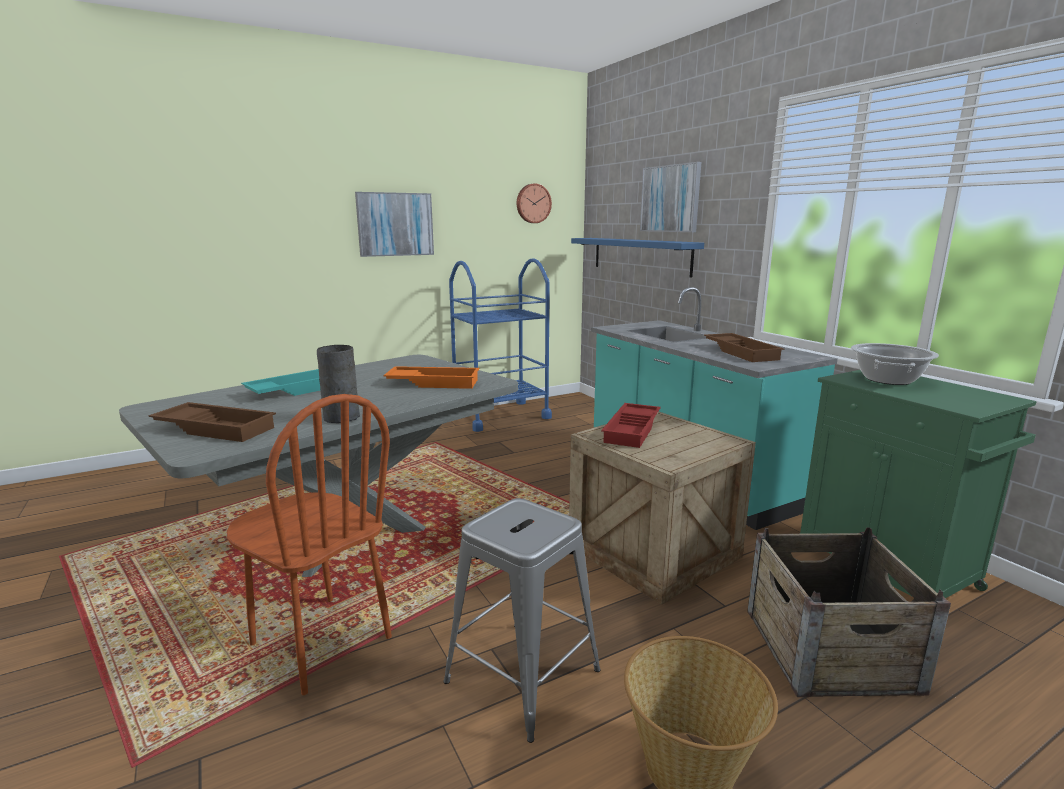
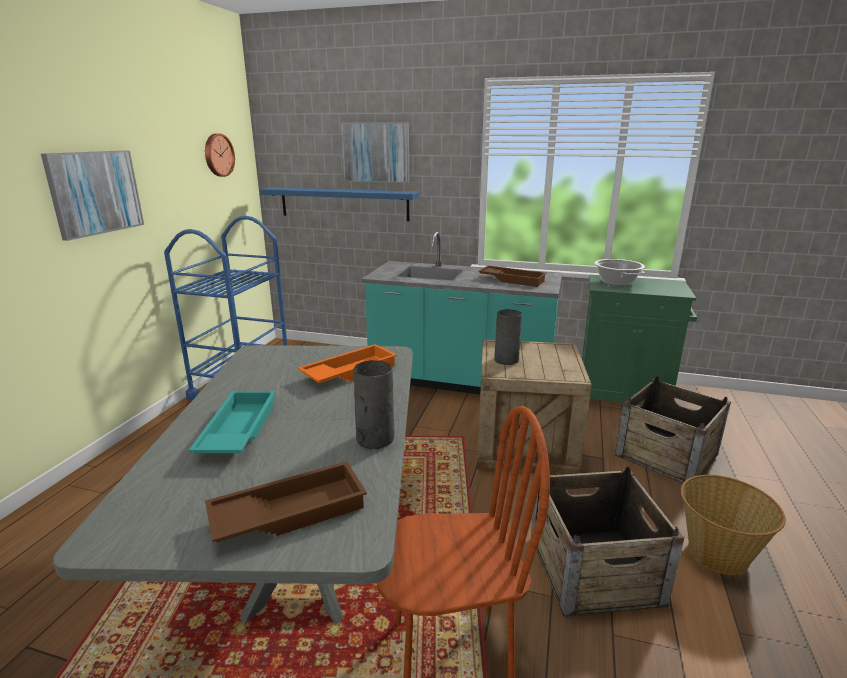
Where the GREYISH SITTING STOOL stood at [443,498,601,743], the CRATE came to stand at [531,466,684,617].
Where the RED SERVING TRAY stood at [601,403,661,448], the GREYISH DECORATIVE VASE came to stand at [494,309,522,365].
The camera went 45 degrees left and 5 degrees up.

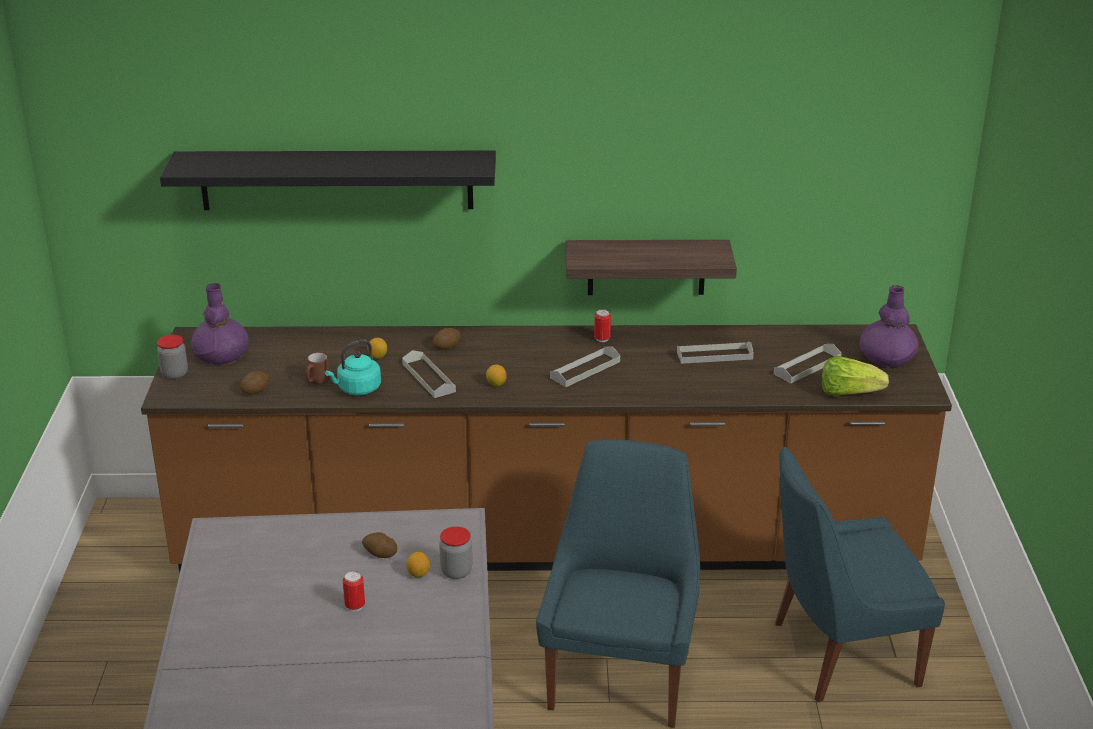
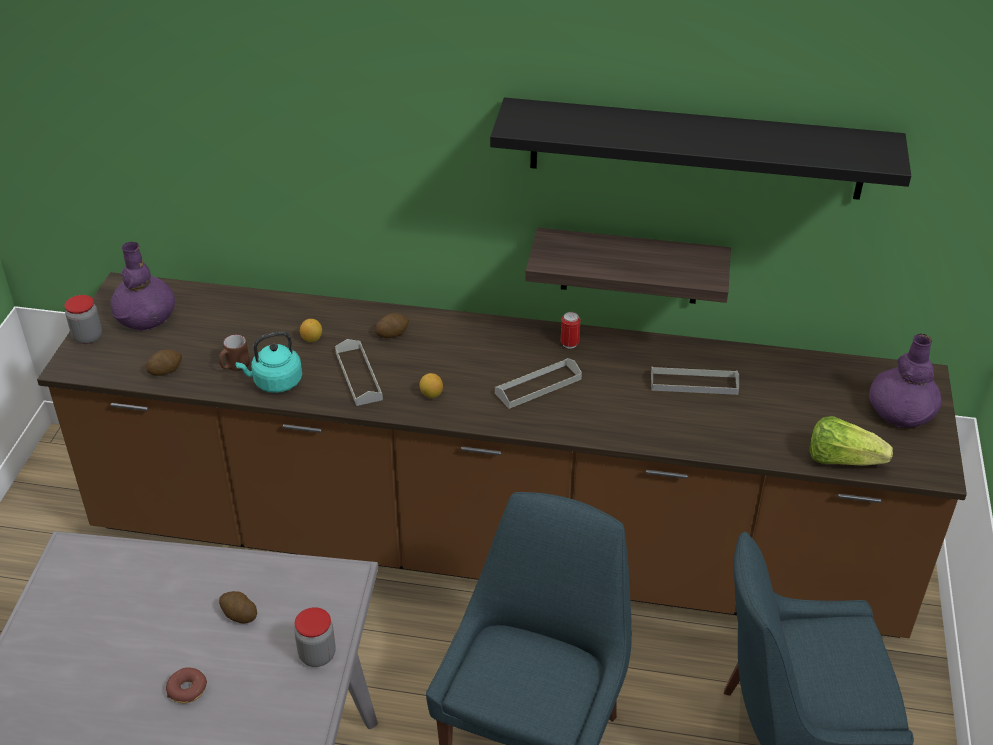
The second view lost the WHOLE LEMON at [406,552,430,578].
The second view lost the GREYISH SERVING TRAY at [774,344,842,383].
The BLACK-COLOURED BRACKET SHELF ended up elsewhere, having gone from [160,151,496,210] to [490,97,911,200].
Where the METAL CAN stood at [343,571,365,612], the DOUGHNUT came to stand at [166,667,207,704].
The camera went 10 degrees right and 10 degrees up.

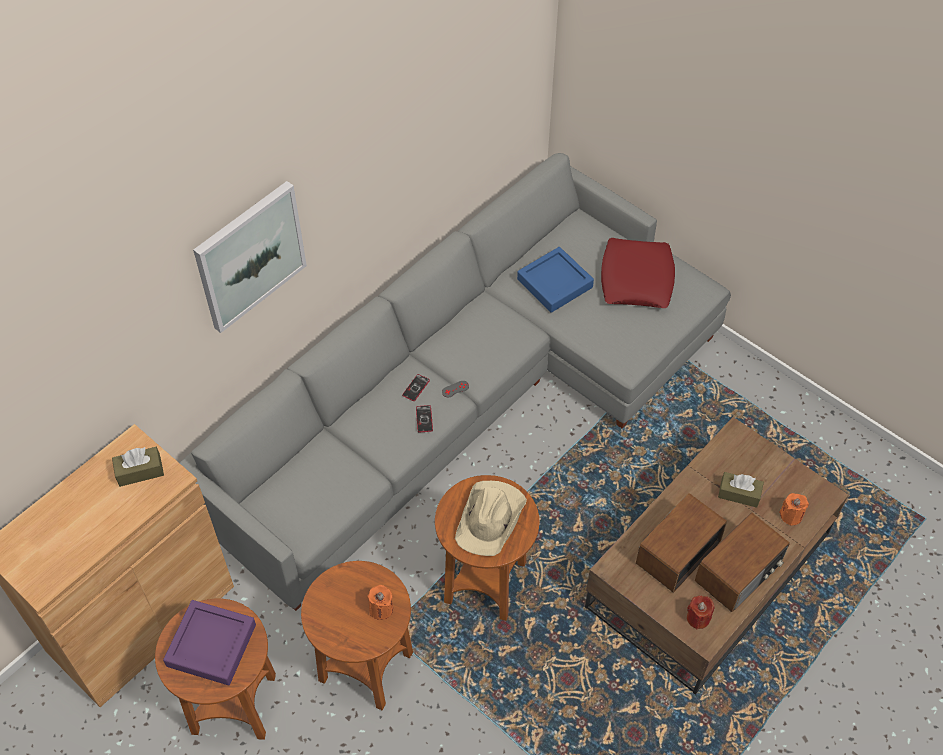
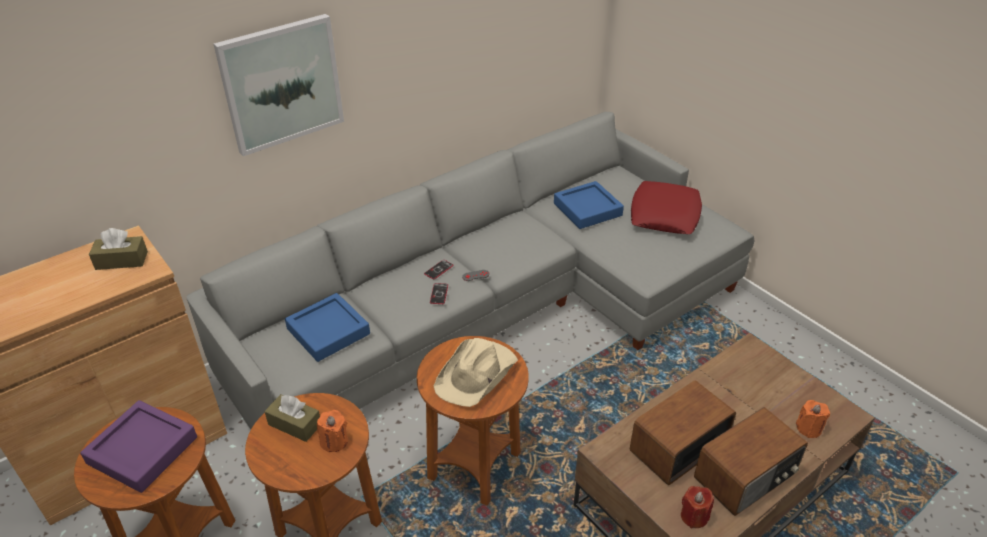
The second view gained the BLUE-COLOURED SERVING TRAY at [285,293,370,362].
The BROWNISH BOX OF TISSUES ended up elsewhere, having gone from [718,472,764,508] to [264,394,320,442].
The camera went 10 degrees right and 15 degrees down.

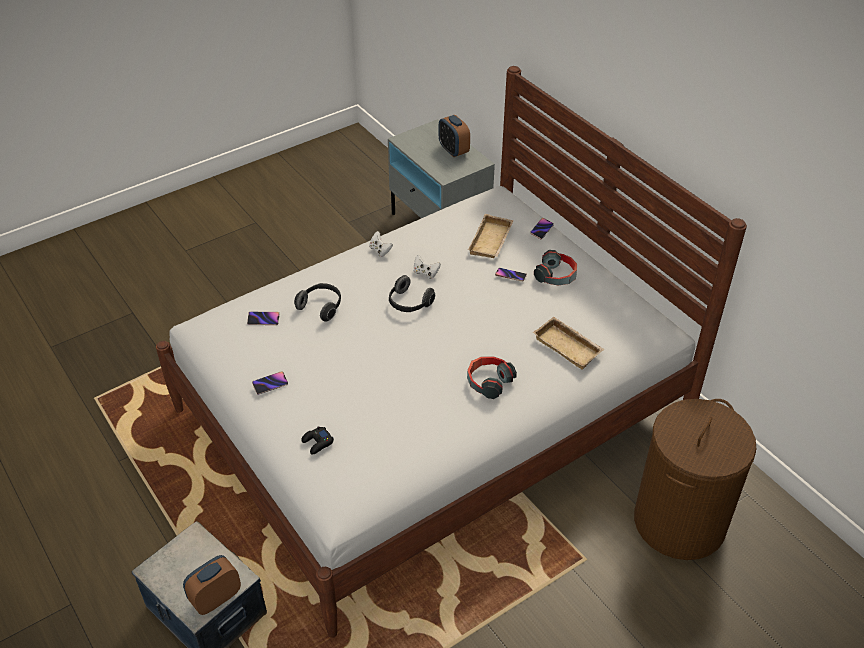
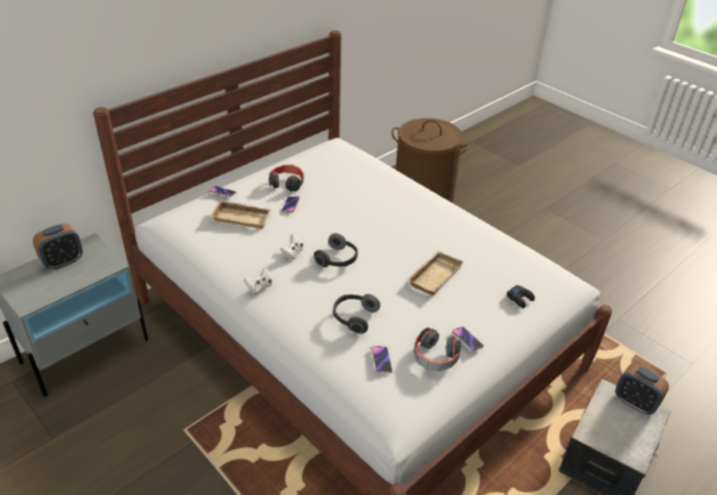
The HEADPHONES ended up elsewhere, having gone from [467,356,517,399] to [414,327,461,371].
The SAND-COLOURED SERVING TRAY ended up elsewhere, having gone from [533,317,604,370] to [407,251,464,296].
The camera went 100 degrees left and 5 degrees down.

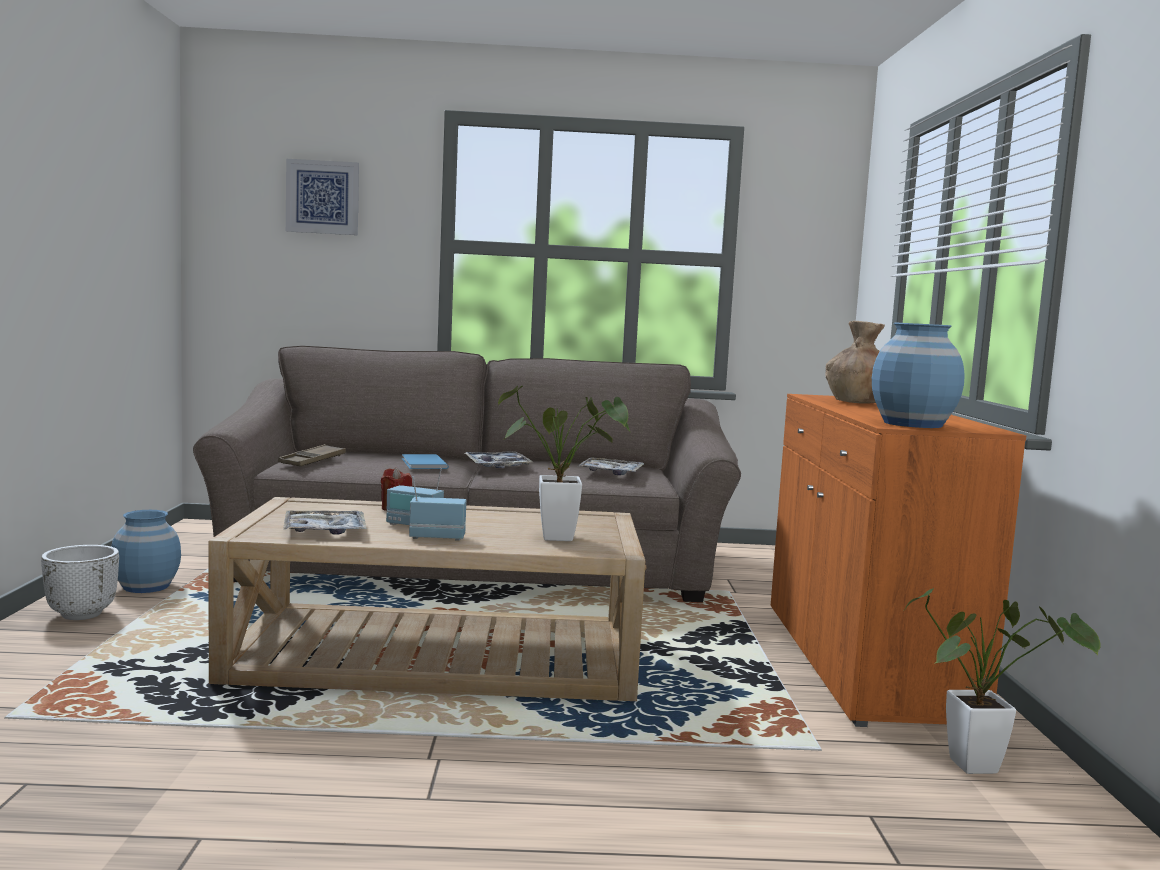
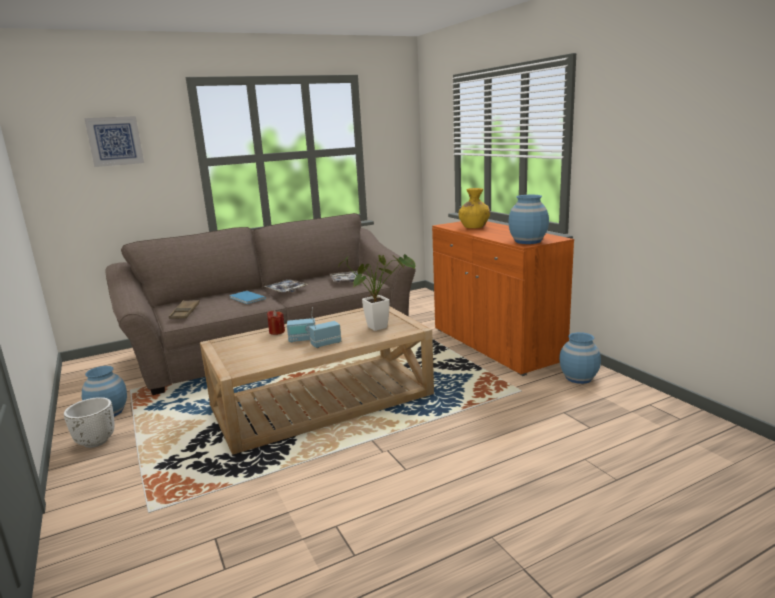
The second view lost the SERVING TRAY at [283,510,366,535].
Where the PLANT IN A POT stood at [905,588,1100,774], the BLUE-COLOURED DECORATIVE VASE came to stand at [559,332,601,384].
What was the BROWNISH DECORATIVE VASE at [825,321,885,403] turned into the YELLOW DECORATIVE VASE at [458,188,490,228].
The camera went 25 degrees left and 10 degrees up.

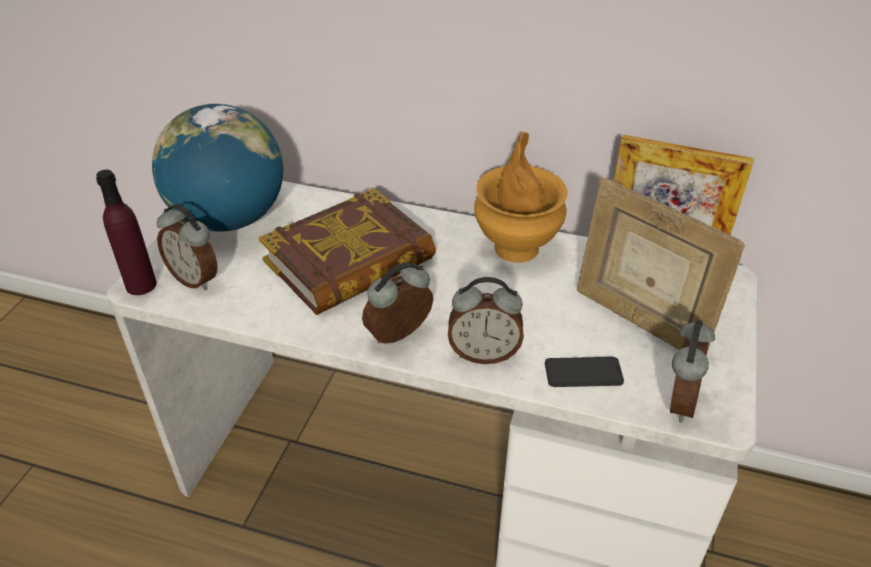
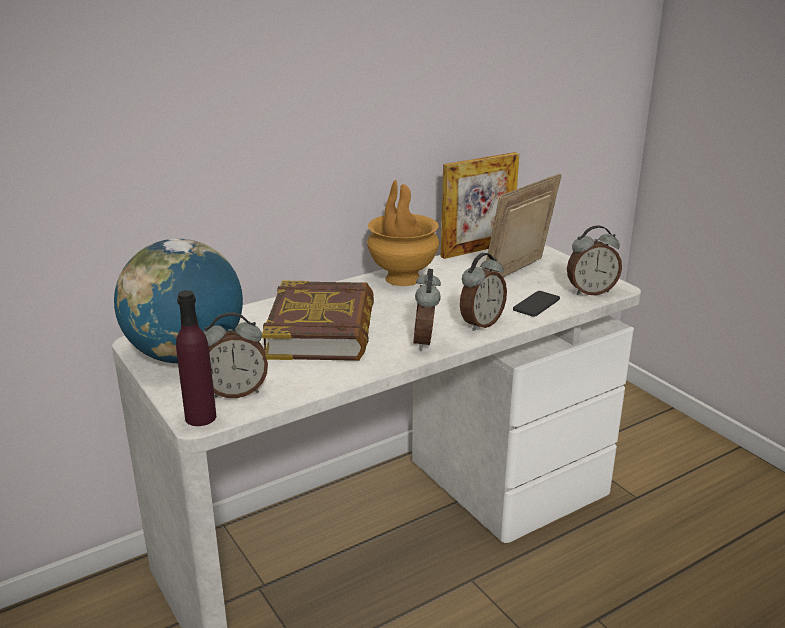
The PHOTO FRAME at [577,177,745,352] ended up facing another way, 135 degrees clockwise from before.
The ALARM CLOCK at [670,319,715,423] ended up facing another way, 105 degrees clockwise from before.
The camera went 50 degrees left and 15 degrees down.

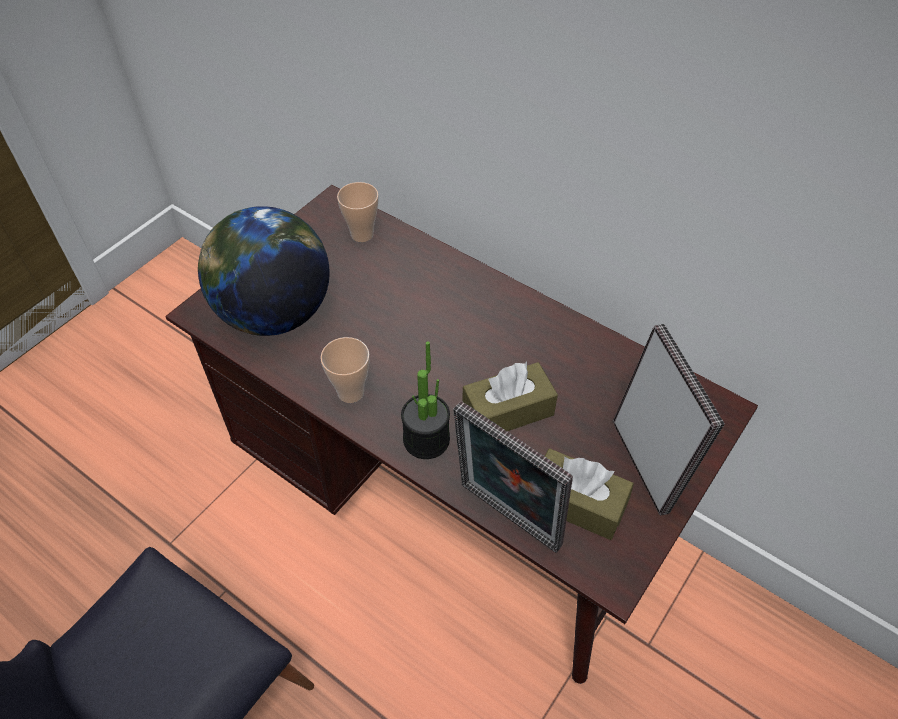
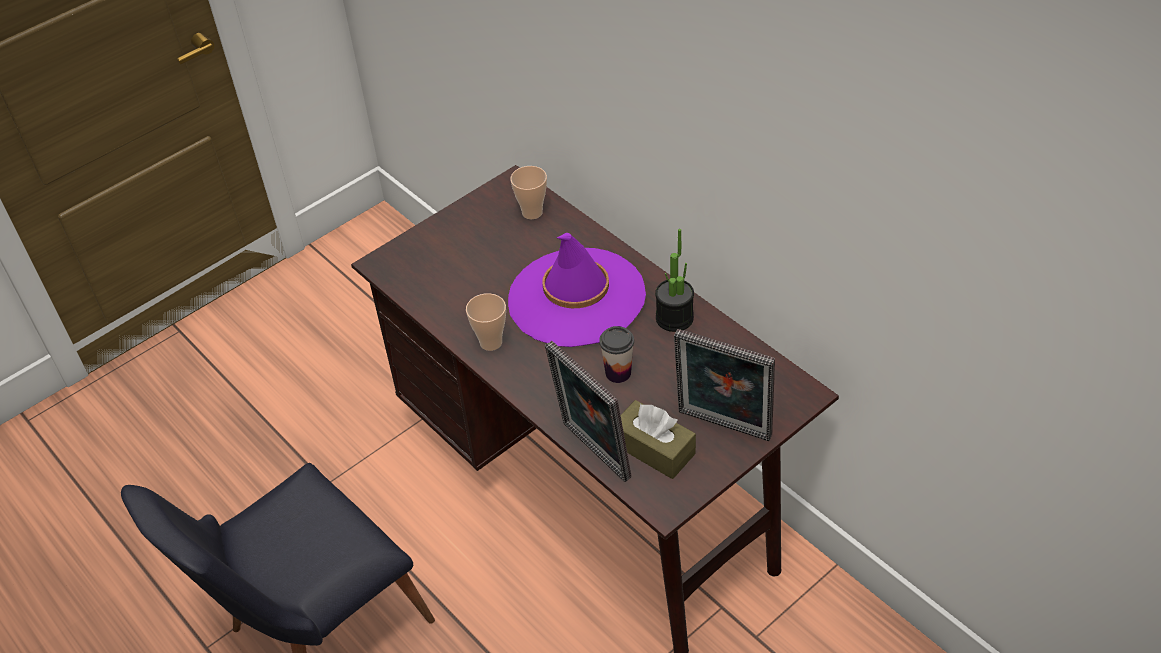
The second view lost the WORLD GLOBE at [198,206,330,336].
The second view gained the PURPLE-COLOURED WEARABLE HAT at [508,233,646,347].
The PLANT IN A POT ended up elsewhere, having gone from [401,341,450,459] to [655,229,694,332].
Where the BROWNISH BOX OF TISSUES stood at [462,362,558,431], the SMALL CUP came to stand at [599,326,634,383].
The PHOTO FRAME at [613,324,724,516] ended up facing another way, 120 degrees clockwise from before.
The camera went 15 degrees right and 5 degrees down.

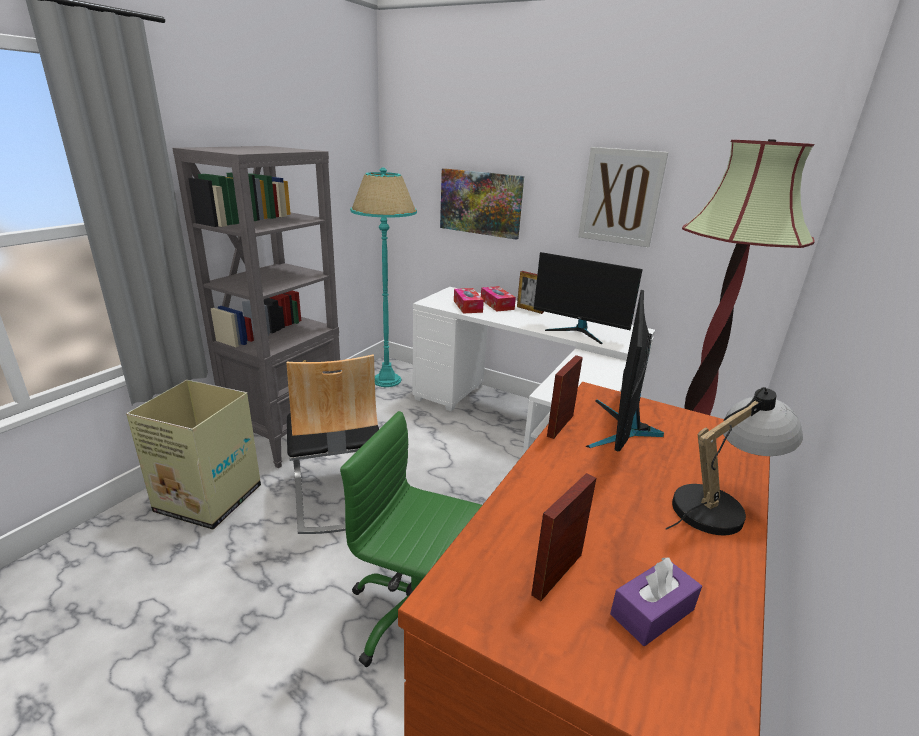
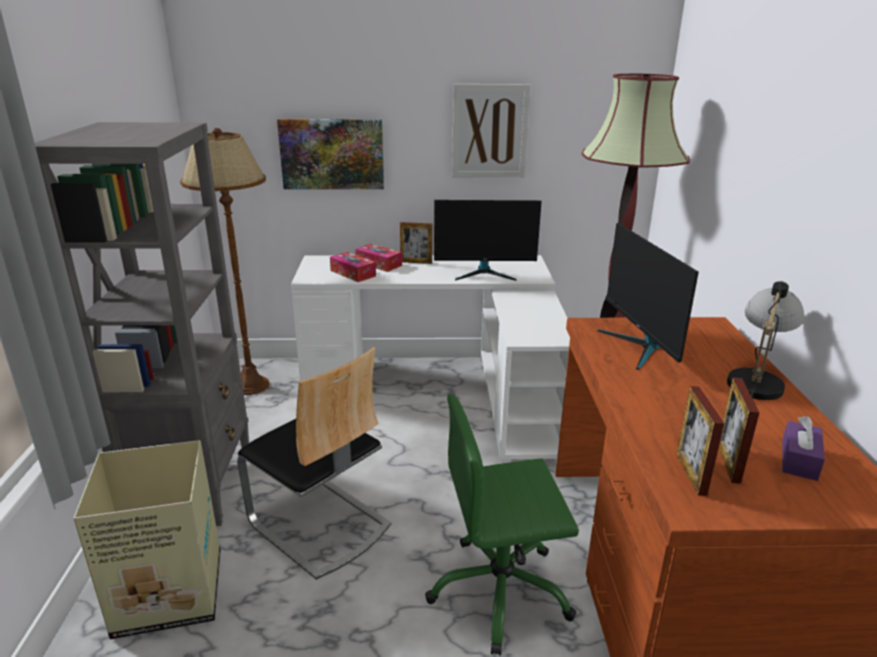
The PHOTO FRAME ended up elsewhere, having gone from [547,355,583,439] to [676,386,724,496].
What was the TURQUOISE-COLOURED STANDARD LAMP at [350,168,417,387] turned into the BROWNISH STANDARD LAMP at [180,128,270,395].
The camera went 30 degrees left and 0 degrees up.

